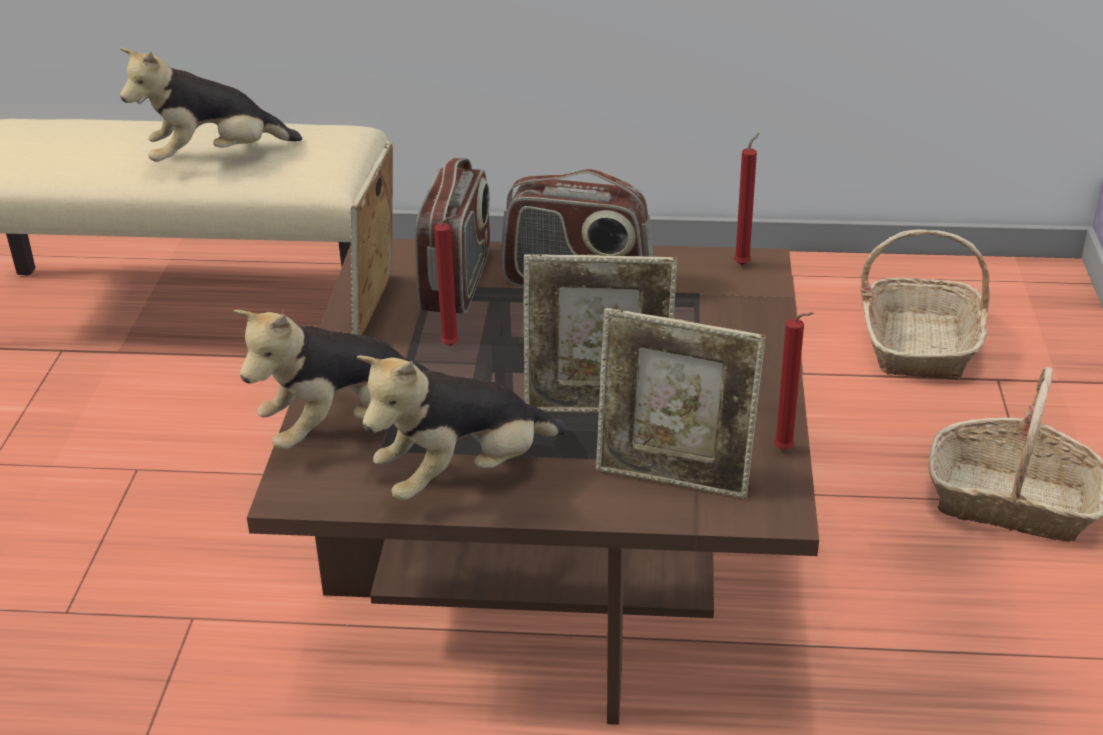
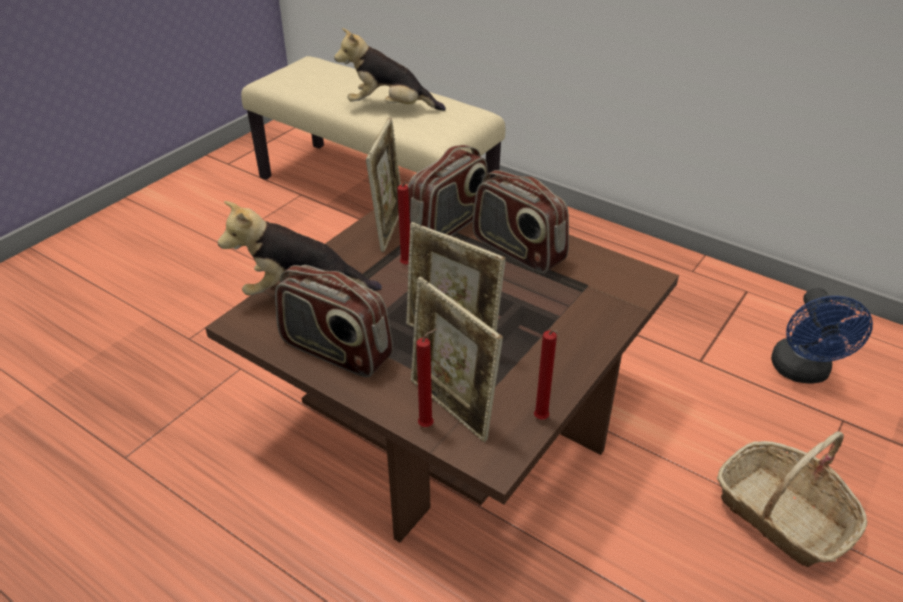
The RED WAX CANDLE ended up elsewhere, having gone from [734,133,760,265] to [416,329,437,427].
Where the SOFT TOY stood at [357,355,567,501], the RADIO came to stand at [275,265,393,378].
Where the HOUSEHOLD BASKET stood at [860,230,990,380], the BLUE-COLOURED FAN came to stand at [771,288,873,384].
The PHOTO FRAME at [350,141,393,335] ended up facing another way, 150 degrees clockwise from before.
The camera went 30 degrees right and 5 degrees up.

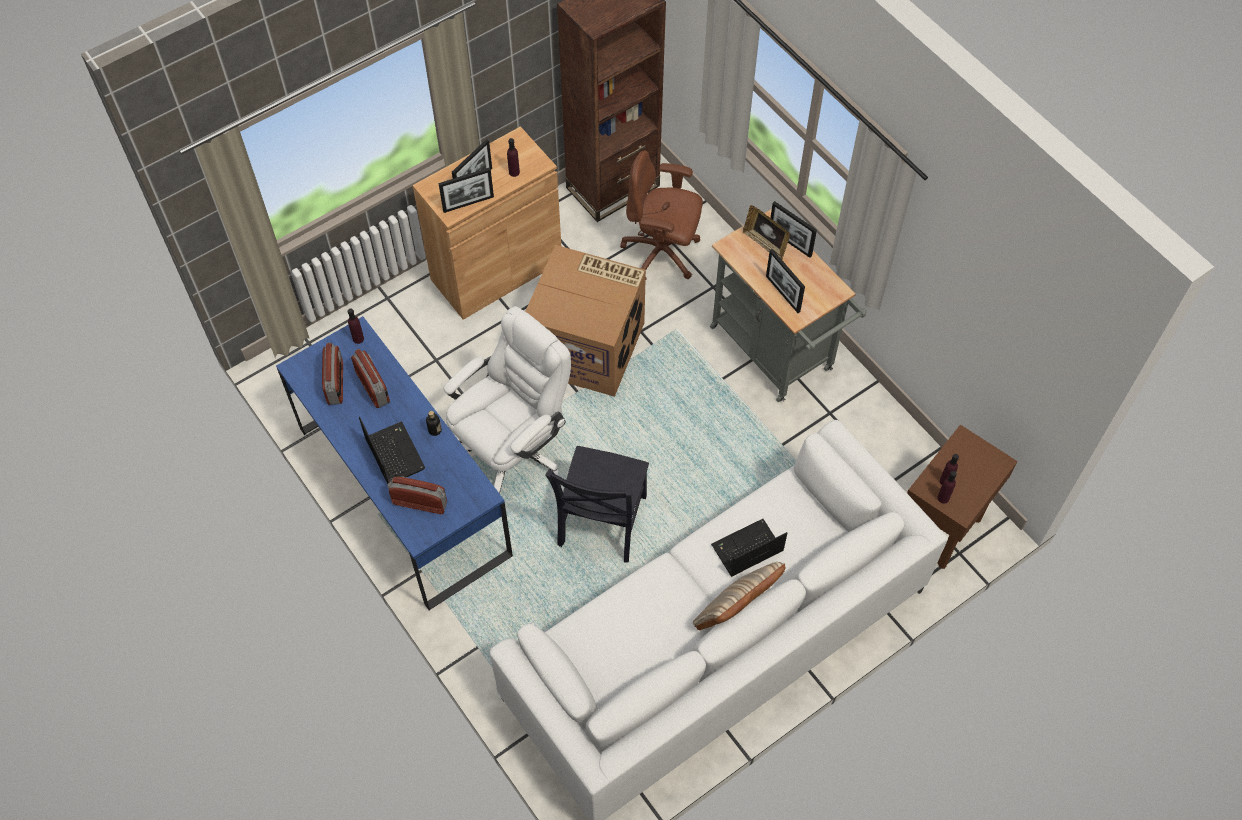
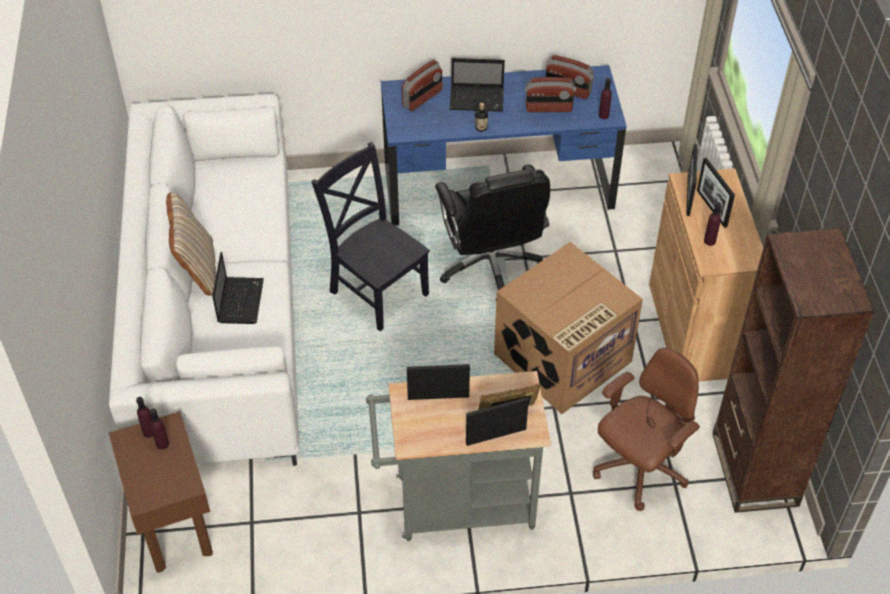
What was the WHITISH DESK CHAIR at [444,306,571,494] turned into the BLACK-COLOURED DESK CHAIR at [435,165,550,299].
The camera went 120 degrees right and 10 degrees down.

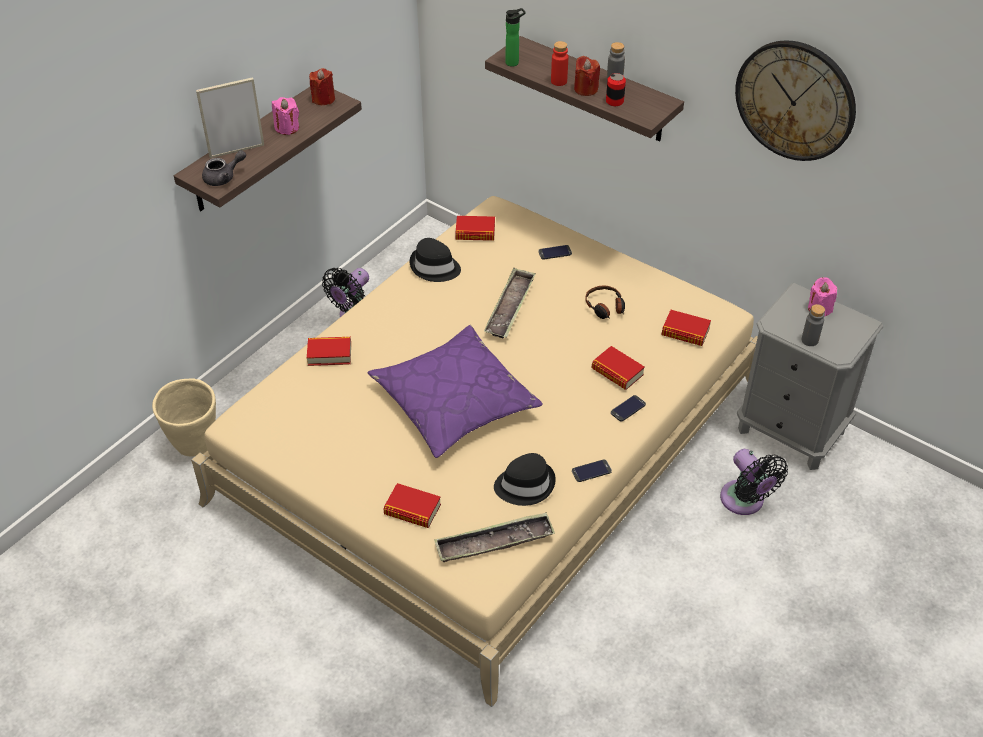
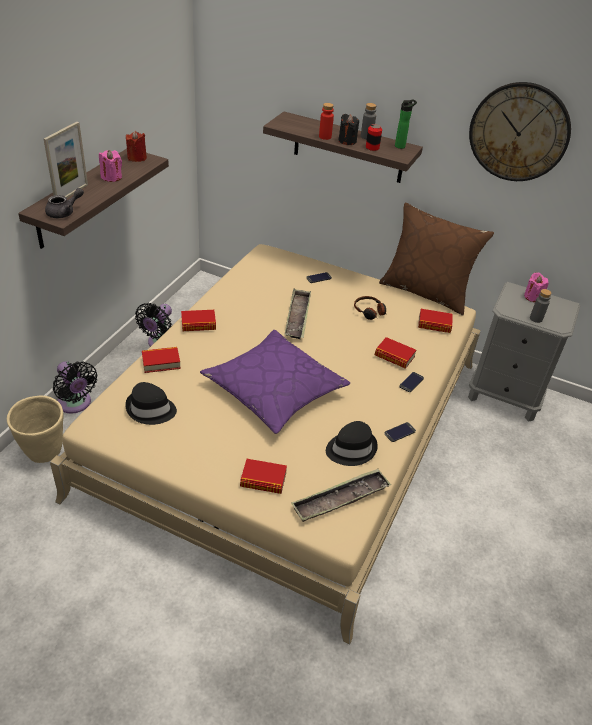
The second view gained the BROWNISH PILLOW at [379,203,494,315].
The BLACK-COLOURED WEARABLE HAT ended up elsewhere, having gone from [410,238,461,282] to [125,382,177,425].
The BOOK ended up elsewhere, having gone from [455,216,495,241] to [181,310,216,331].
The DRINK BOTTLE ended up elsewhere, having gone from [506,8,525,66] to [395,99,417,149].
The BLACK-COLOURED FAN ended up elsewhere, having gone from [720,449,788,515] to [53,362,97,414].
What was the RED WAX CANDLE at [574,56,600,96] turned into the BLACK-COLOURED WAX CANDLE at [339,114,359,145].
The PHOTO FRAME at [196,77,264,158] ended up facing another way, 150 degrees clockwise from before.
The camera went 15 degrees left and 5 degrees down.

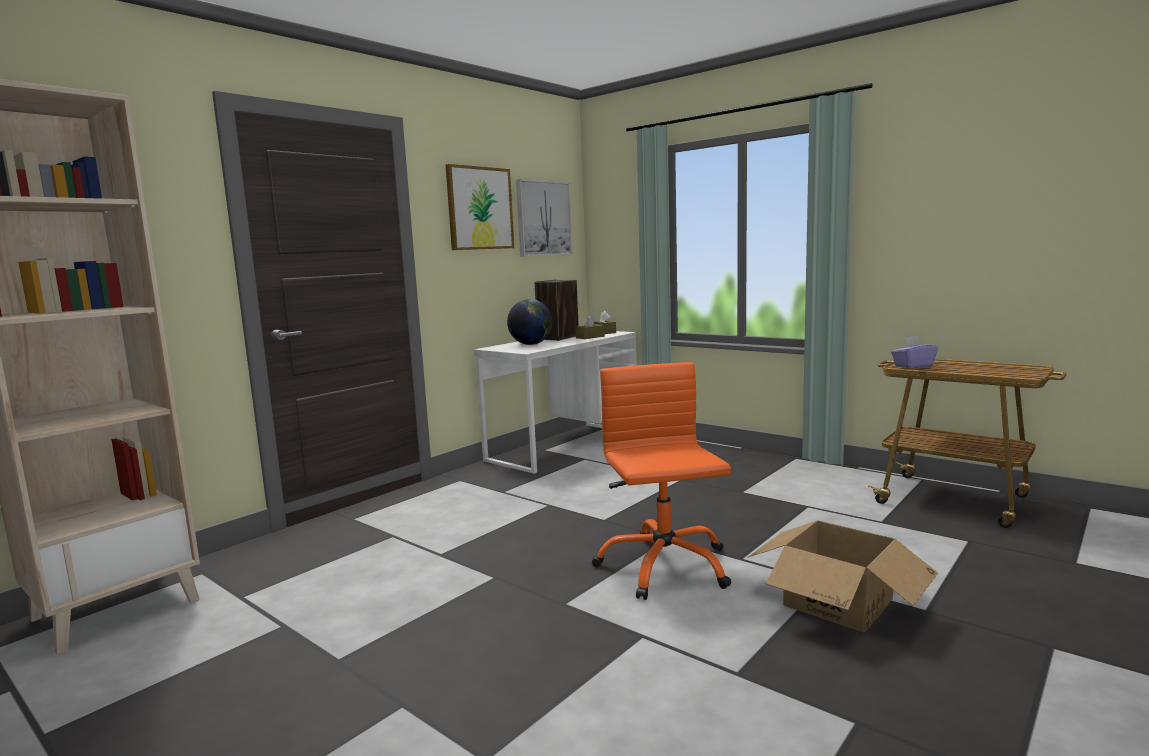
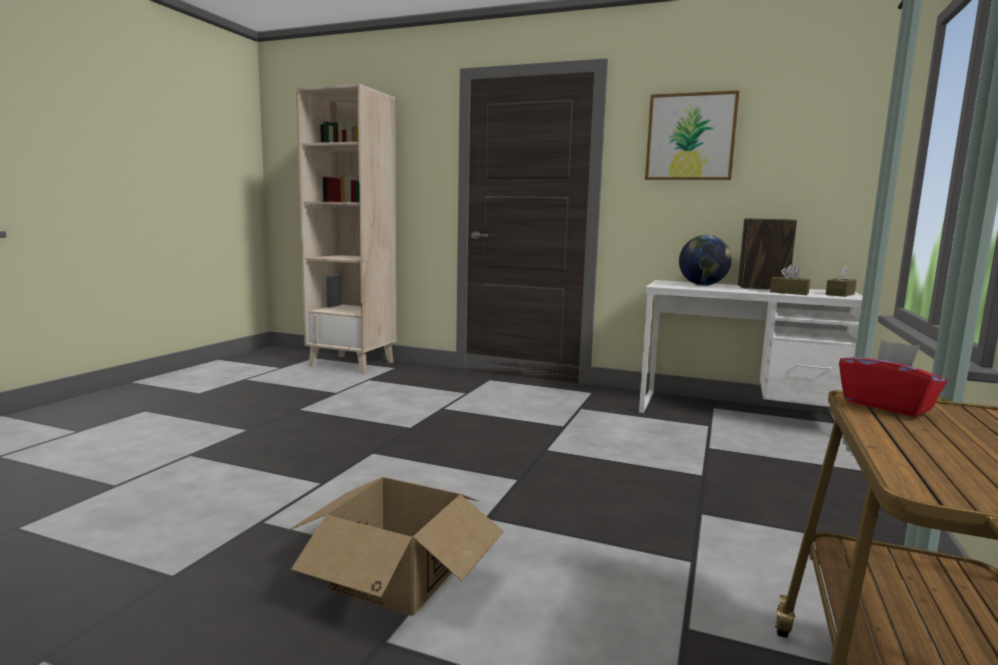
The second view lost the WALL PICTURE at [516,179,573,257].
The second view lost the ORANGE-COLOURED DESK CHAIR at [592,362,731,600].
What was the PURPLE-COLOURED BOX OF TISSUES at [891,336,938,368] turned into the RED BOX OF TISSUES at [839,340,947,417].
The camera went 70 degrees right and 0 degrees up.

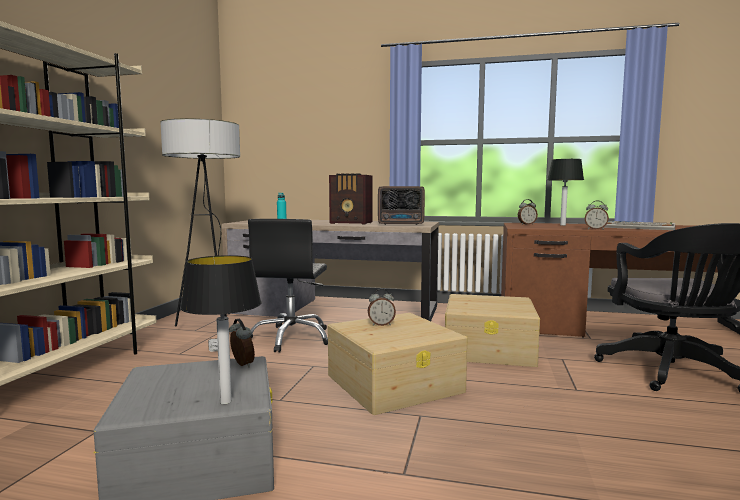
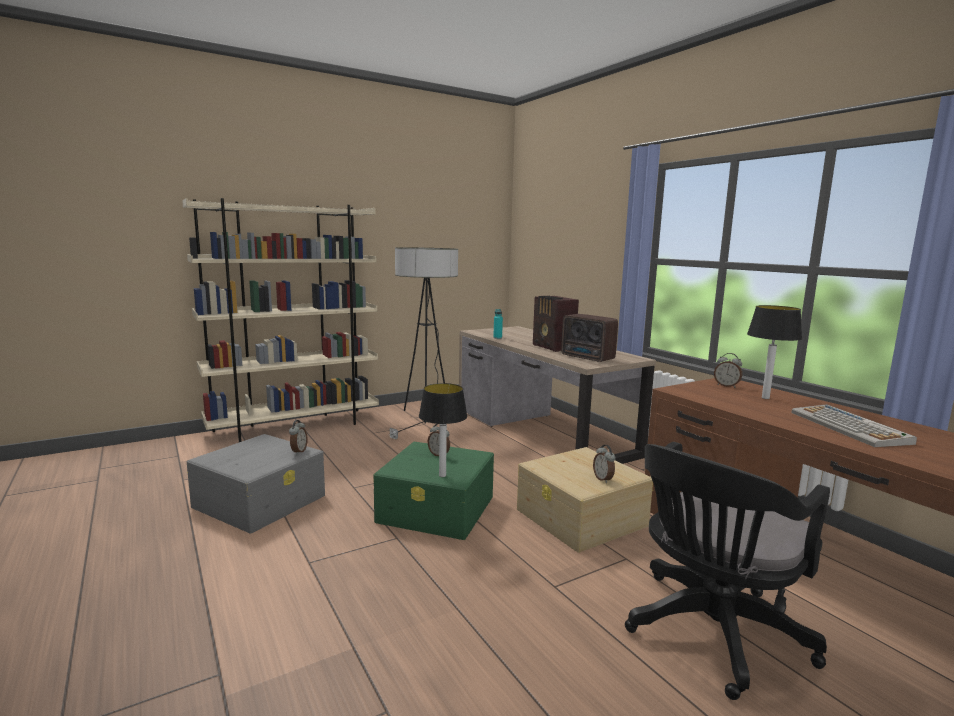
The second view lost the BLACK-COLOURED DESK CHAIR at [248,219,328,353].
The TABLE LAMP ended up elsewhere, having gone from [180,255,261,404] to [419,383,467,477].
The ALARM CLOCK ended up elsewhere, having gone from [585,200,609,230] to [593,445,616,483].
What was the SAND-COLOURED STORAGE CONTAINER at [327,313,467,415] turned into the GREENISH STORAGE CONTAINER at [373,442,494,540].
The camera went 45 degrees right and 5 degrees up.

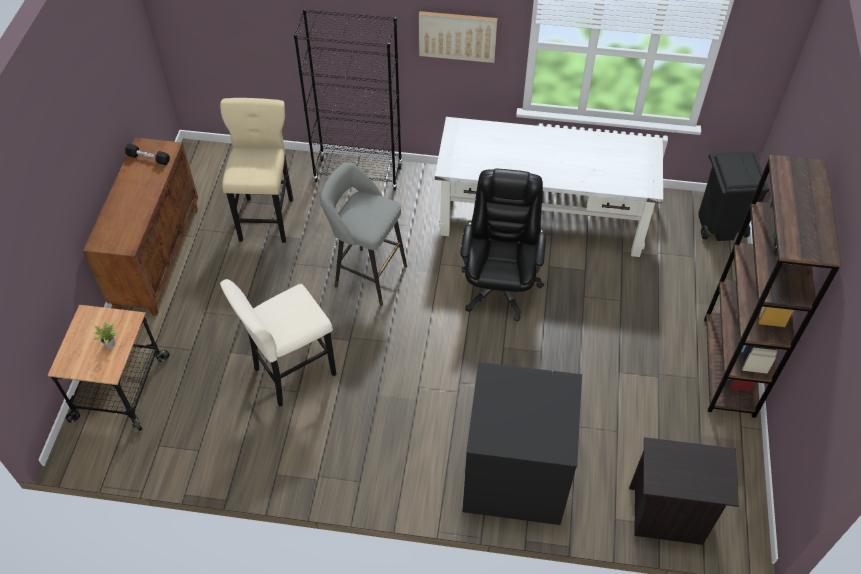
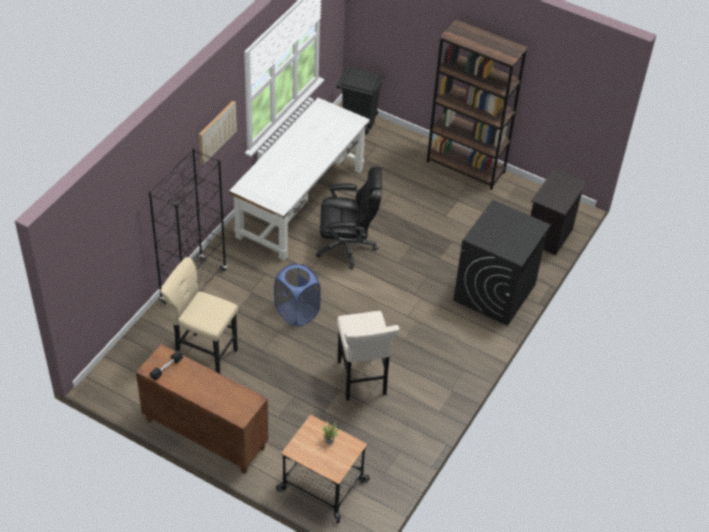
Where the GREYISH SITTING STOOL stood at [320,162,407,306], the BLUE-COLOURED LAUNDRY BASKET came to stand at [274,263,321,327].
The BLACK-COLOURED DESK CHAIR at [460,169,546,322] ended up facing another way, 150 degrees clockwise from before.
The camera went 70 degrees left and 5 degrees down.

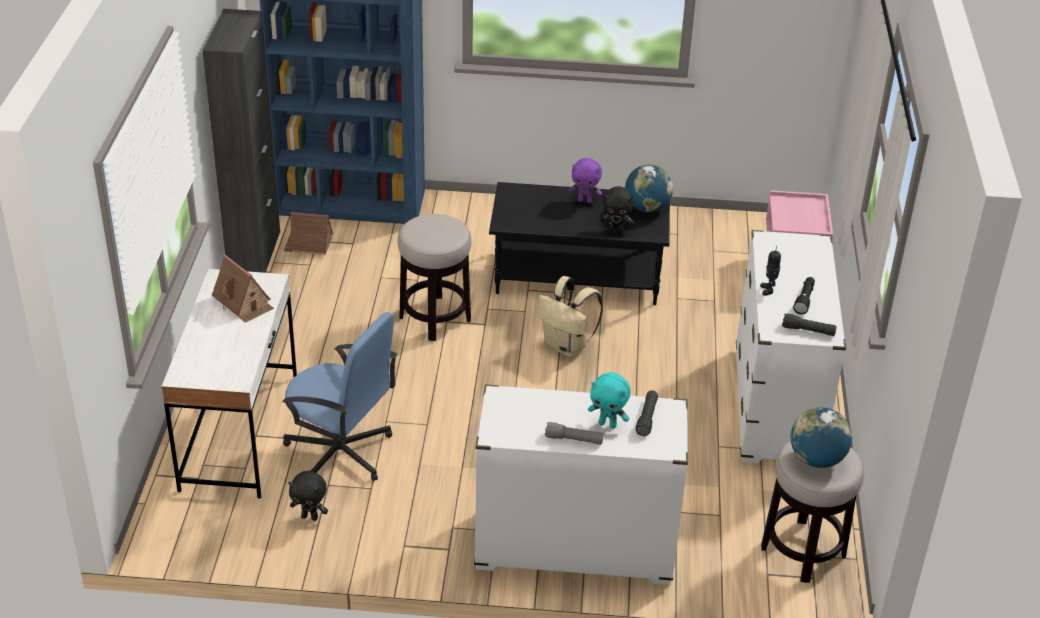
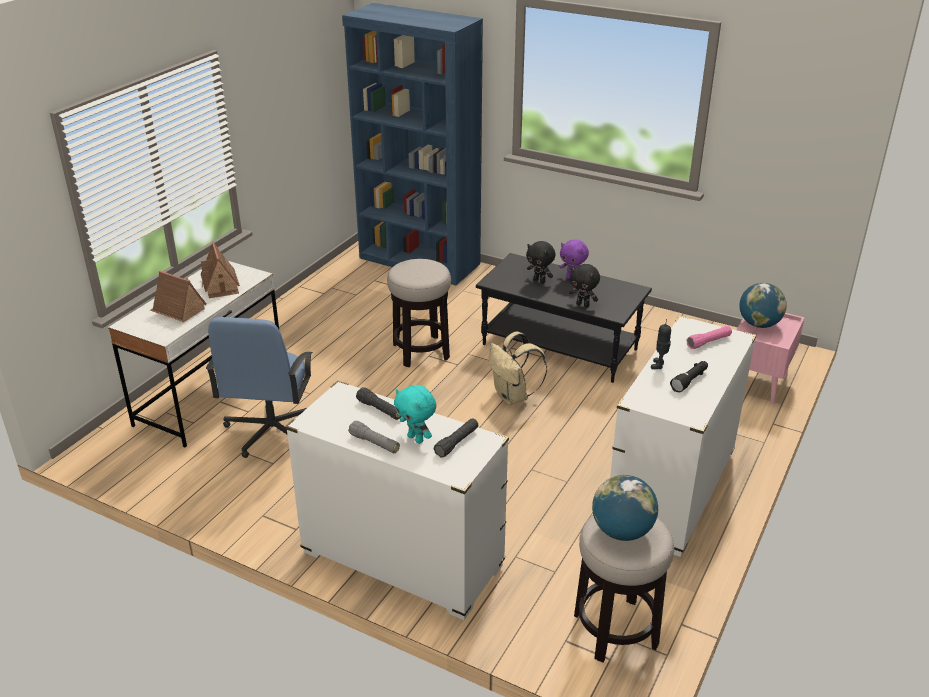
The second view lost the BLACK-COLOURED CUPBOARD at [203,9,280,273].
The second view gained the PINK-COLOURED TORCH at [686,326,732,349].
The MINIATURE HOUSE ended up elsewhere, having gone from [284,212,333,255] to [150,271,206,322].
The BLACK-COLOURED SOFT TOY ended up elsewhere, having gone from [288,471,328,521] to [526,241,556,283].
The WORLD GLOBE ended up elsewhere, having gone from [625,164,673,213] to [739,283,787,328].
The BLACK-COLOURED TORCH ended up elsewhere, having gone from [782,313,837,336] to [356,387,402,420].
The BLUE-COLOURED DESK CHAIR at [282,312,398,481] ended up facing another way, 45 degrees clockwise from before.
The camera went 25 degrees right and 5 degrees down.

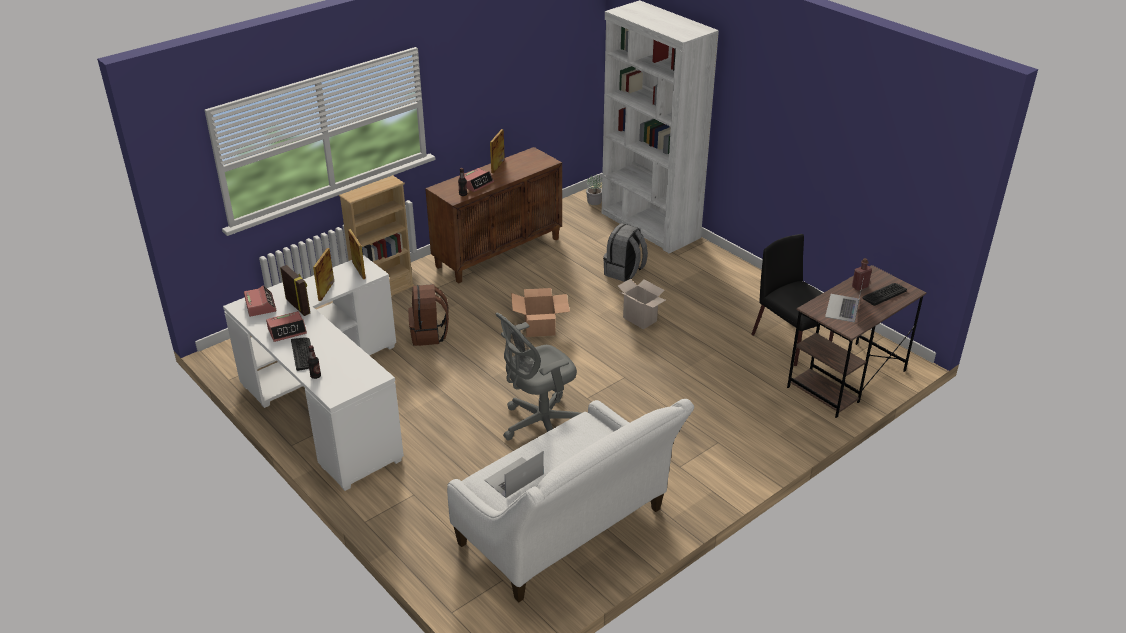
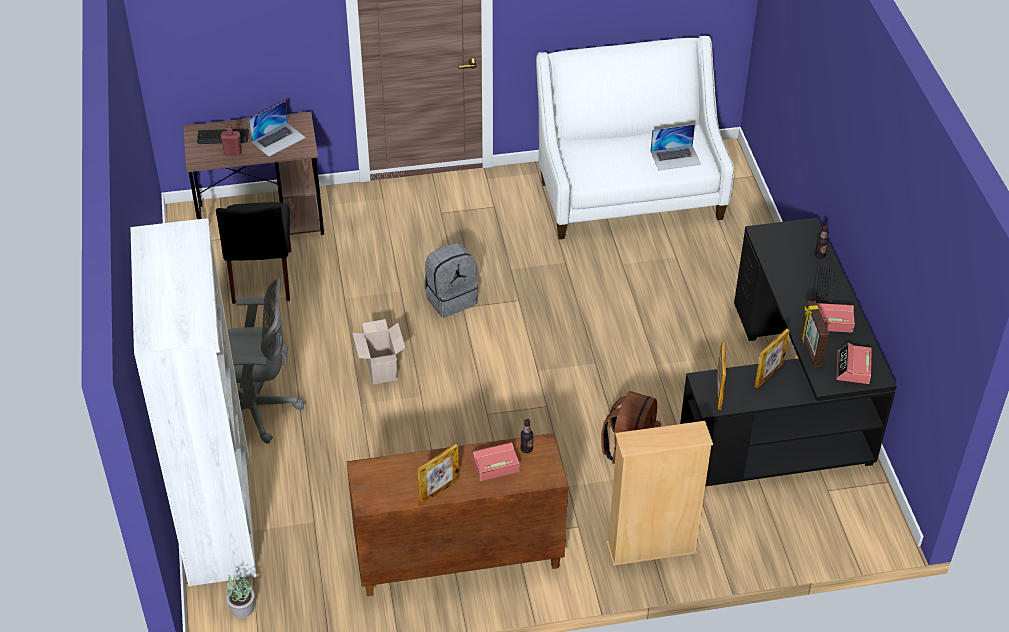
The second view lost the PACKING BOX at [511,288,570,337].
The GREYISH DESK CHAIR ended up elsewhere, having gone from [495,313,581,441] to [227,278,304,444].
The GREYISH KNAPSACK ended up elsewhere, having gone from [603,223,648,282] to [424,243,478,318].
What was the WHITISH DESK TABLE at [223,255,404,491] turned into the BLACK-COLOURED DESK TABLE at [680,218,897,486].
The camera went 150 degrees left and 10 degrees up.

